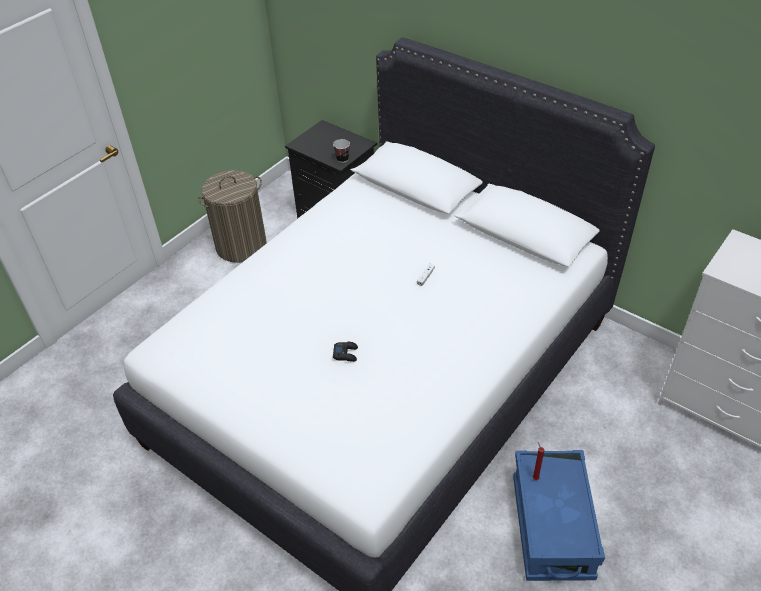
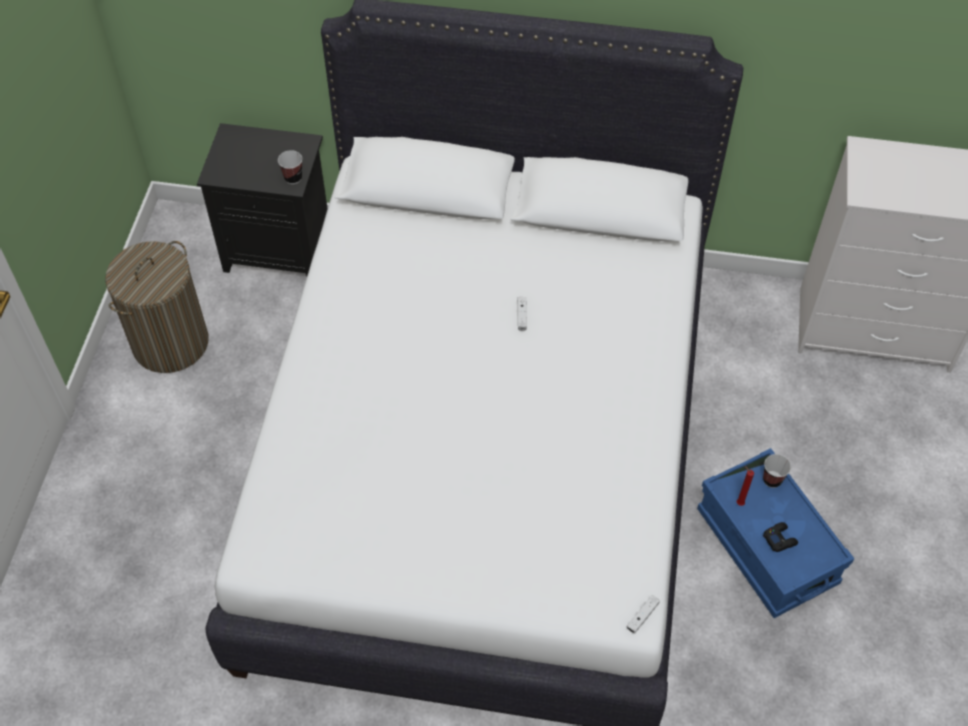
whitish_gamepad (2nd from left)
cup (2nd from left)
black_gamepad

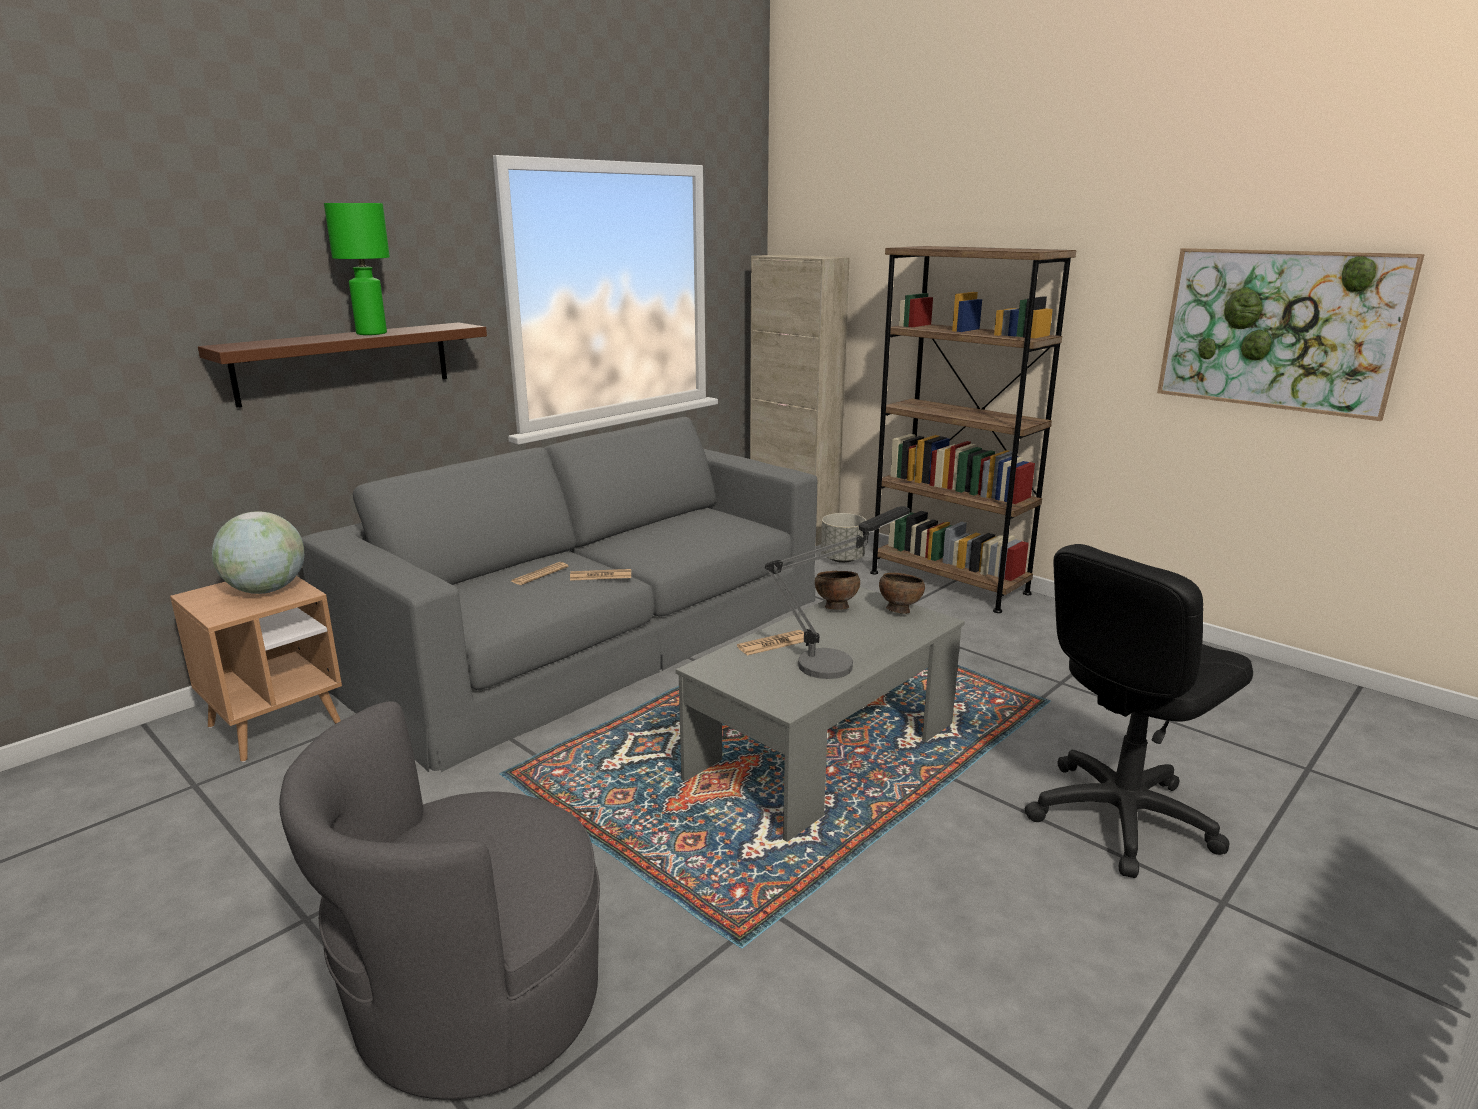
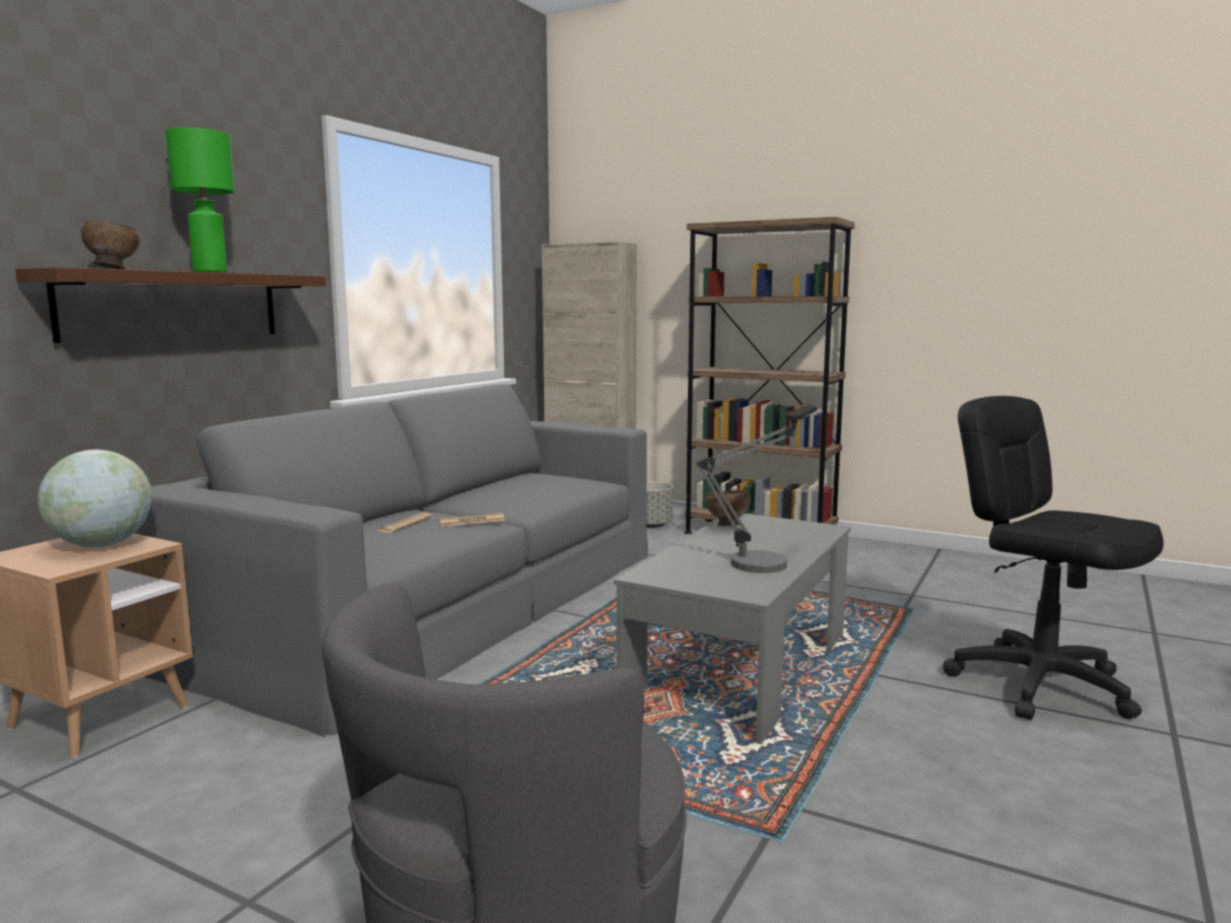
printed_paper (3rd from left in the first image)
wall_art
brown-coloured_serving_bowl (1st from left)
black_desk_chair

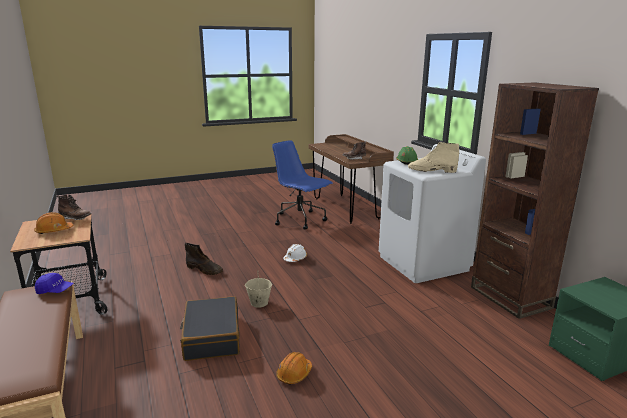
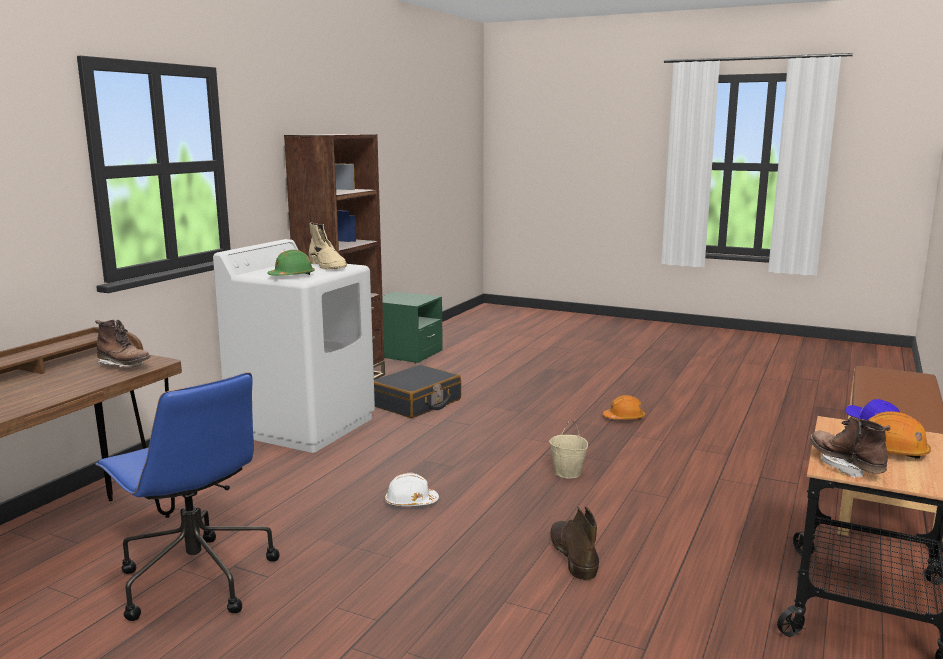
black_suitcase
blue_desk_chair

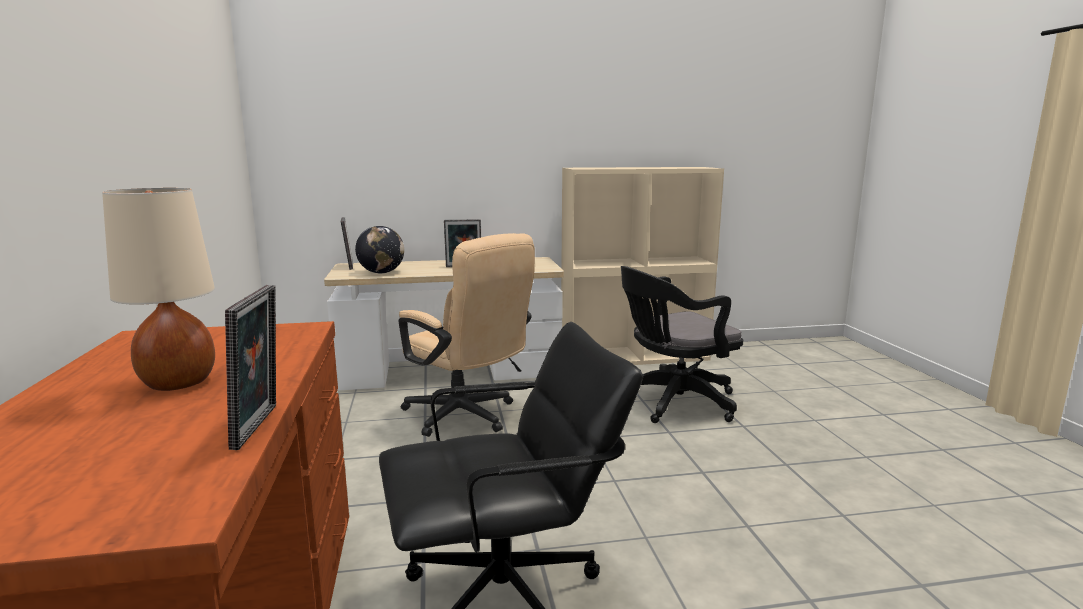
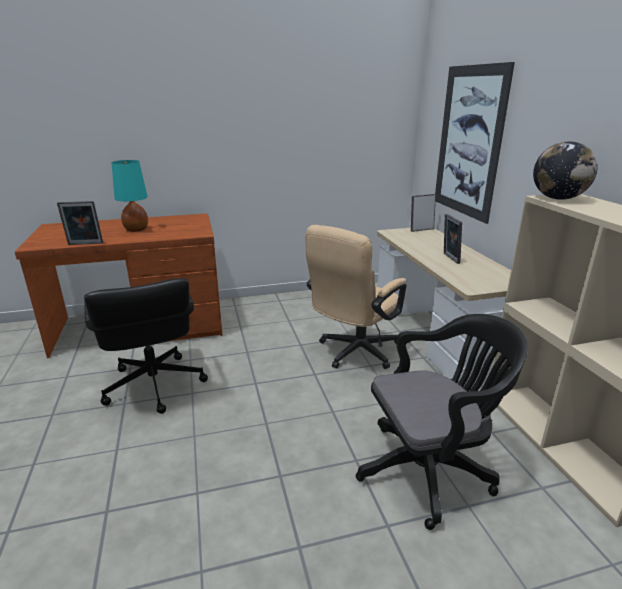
wall_art
desk_globe
turquoise_tabletop_lamp
black_desk_chair (2nd from left)

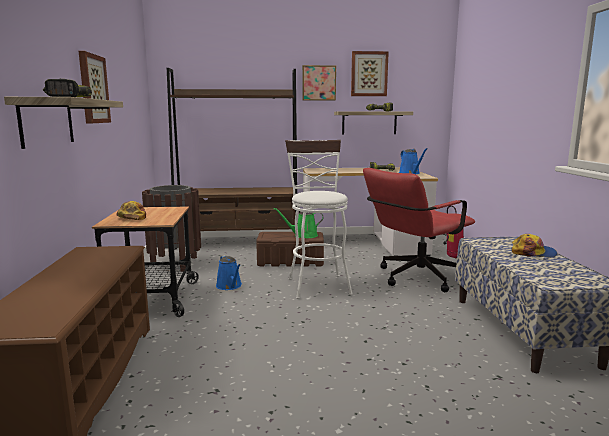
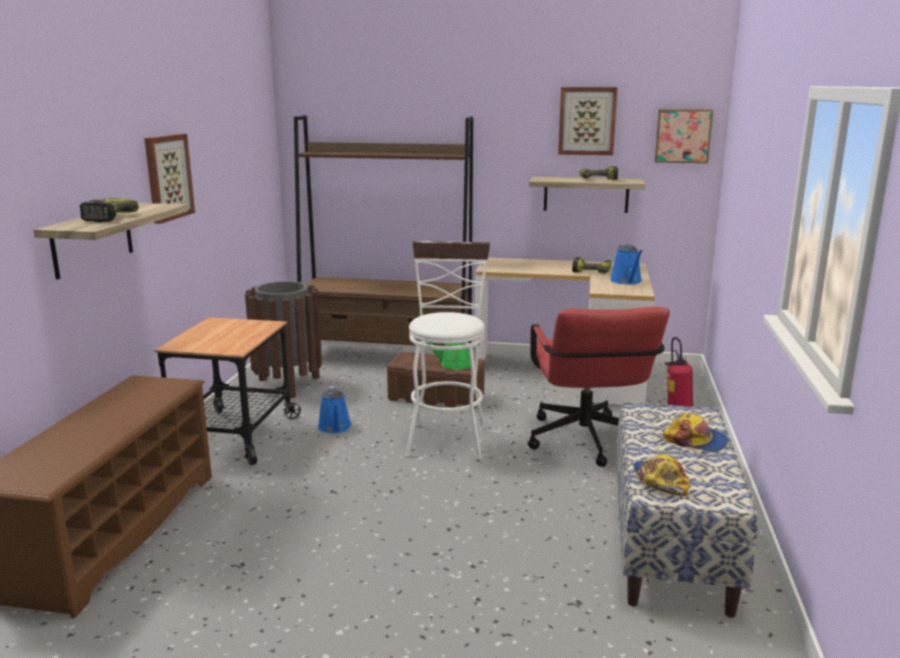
baseball_cap (1st from left)
wall_art (3rd from left)
red_desk_chair

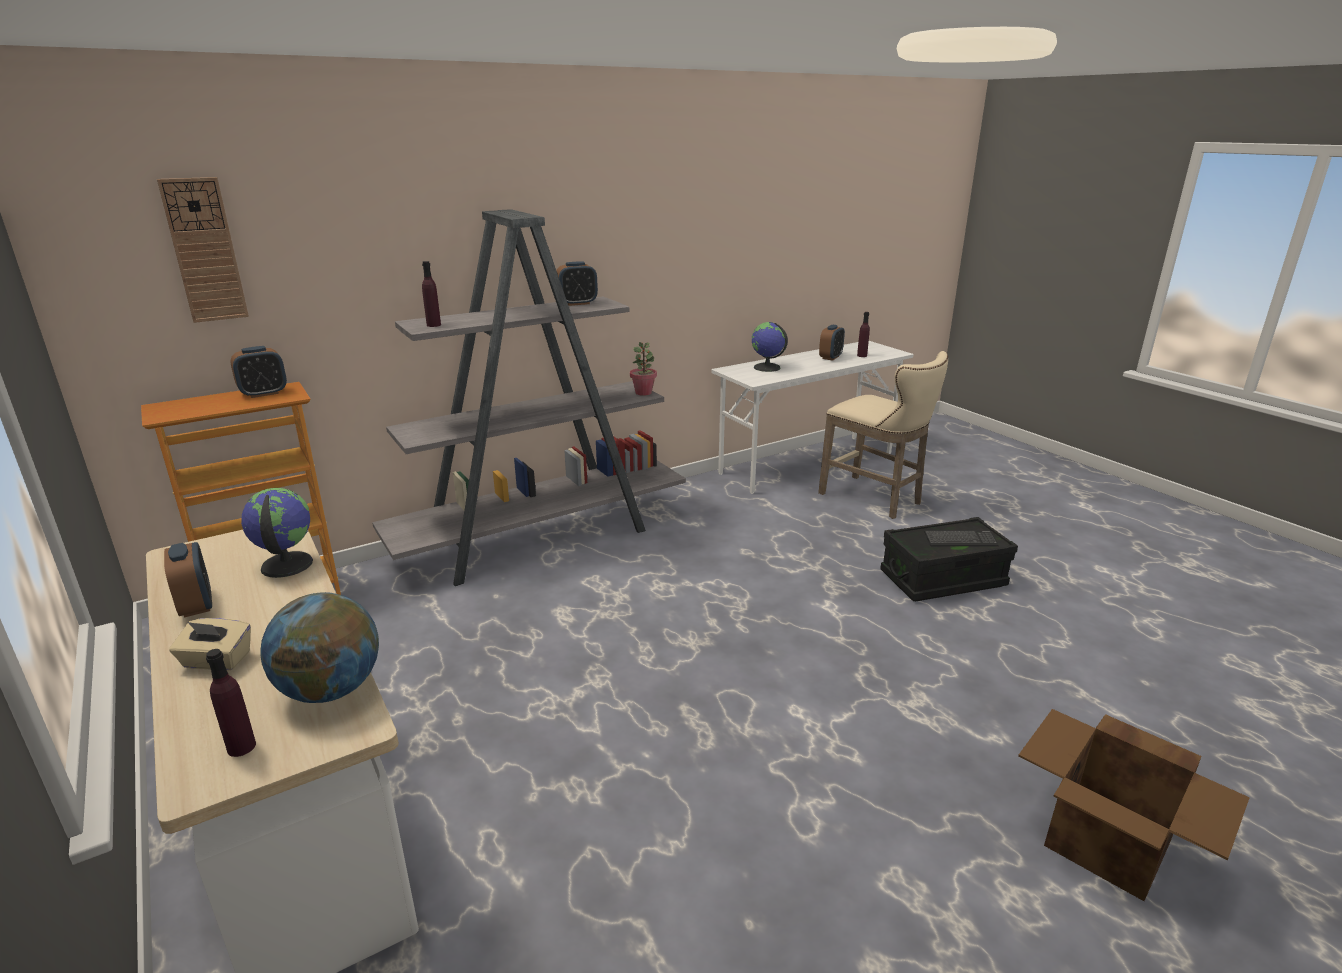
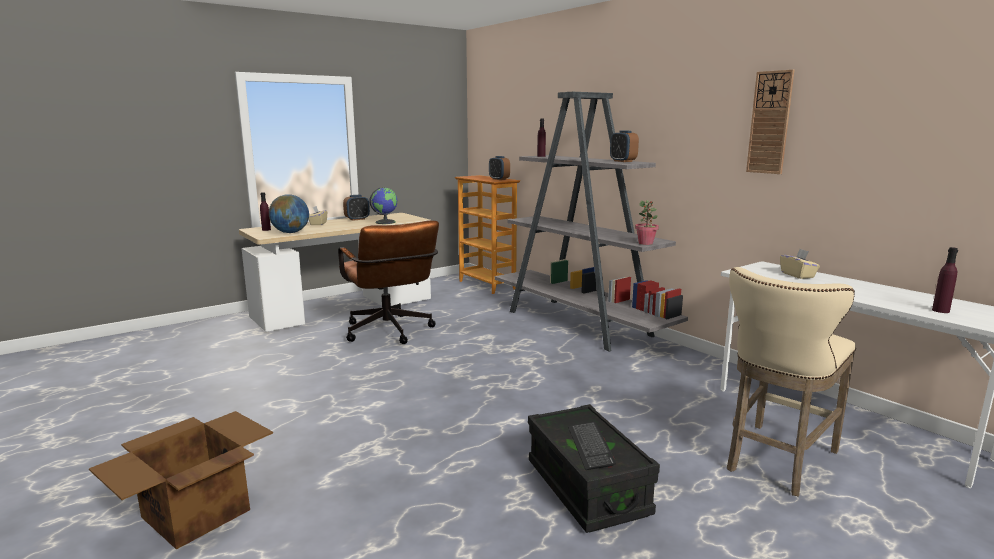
table_clock (4th from left in the first image)
brown-coloured_desk_chair
wall_clock
beige-coloured_tissue_holder (2nd from left)

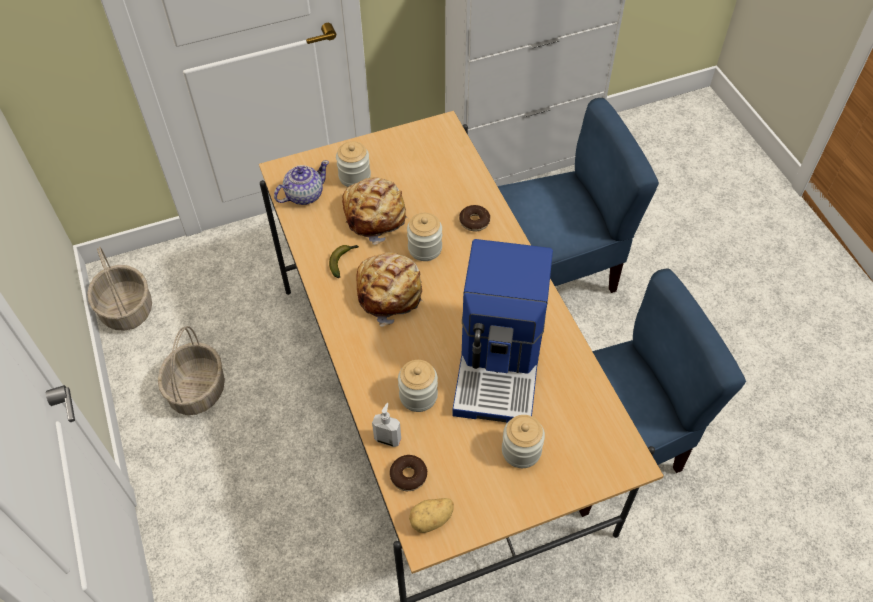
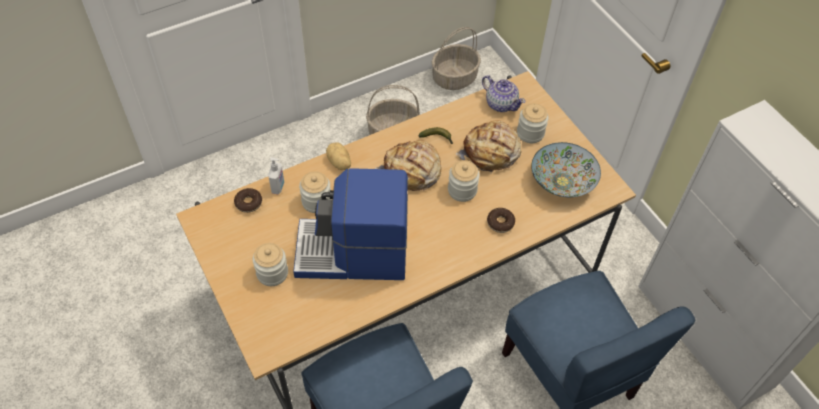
serving_bowl
whole_potato

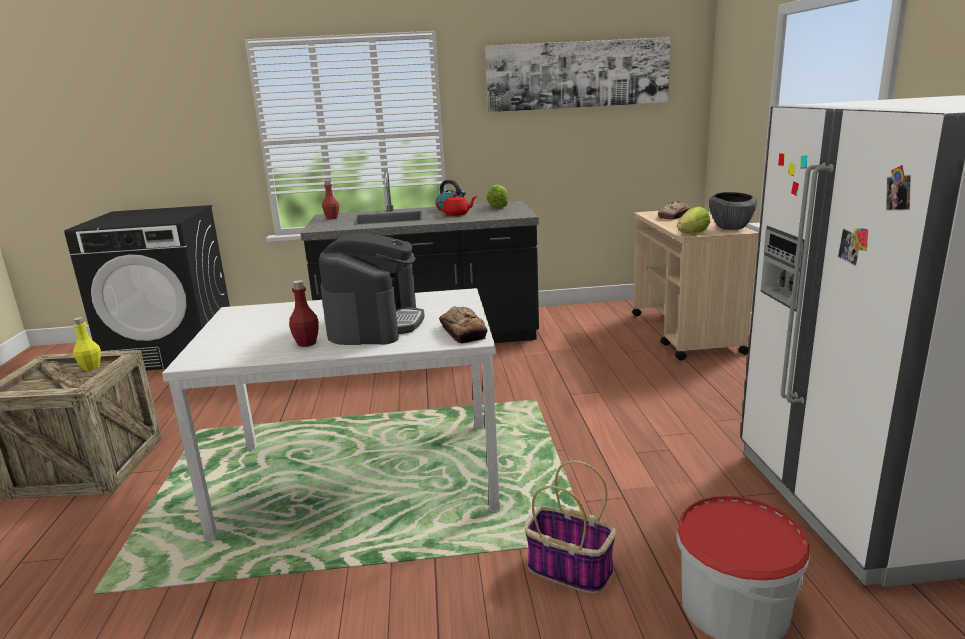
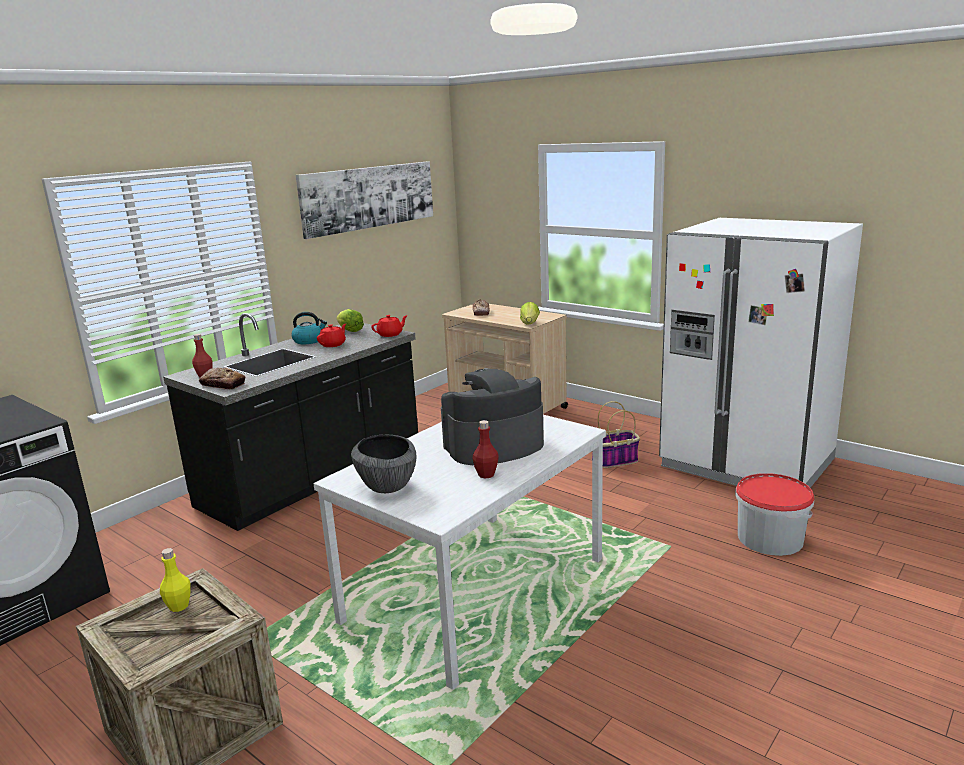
red_teapot (2nd from left)
bakery_bread (1st from left)
household_basket
serving_bowl
coffee_machine

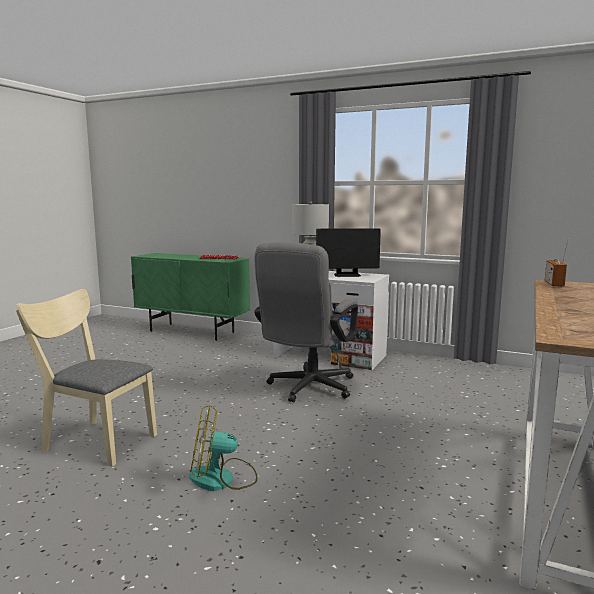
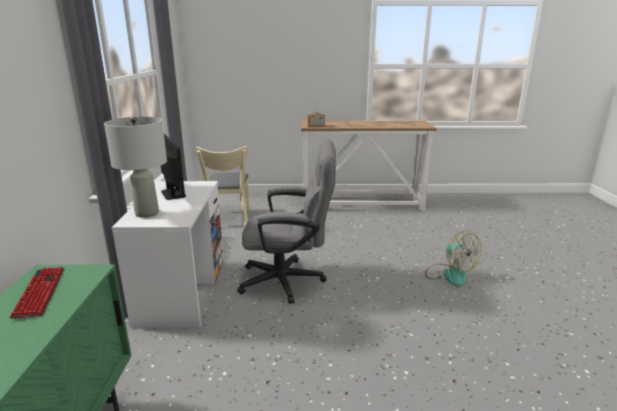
beige-coloured_chair

